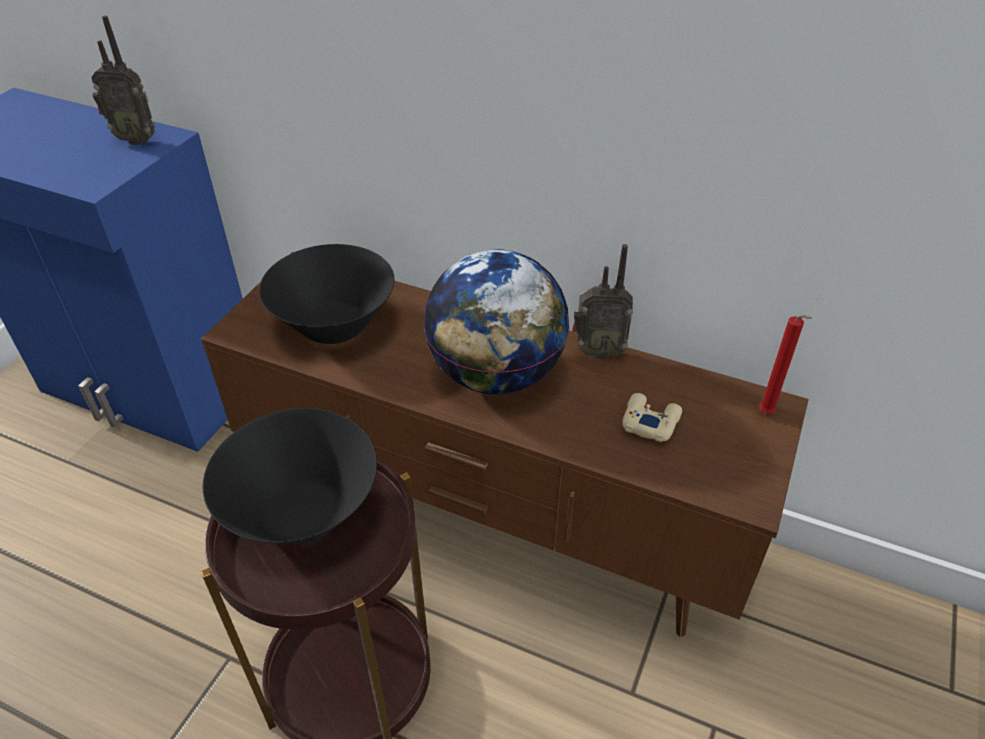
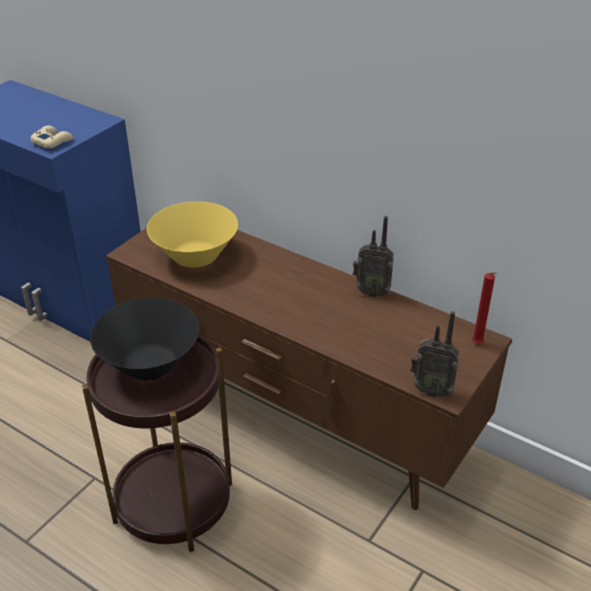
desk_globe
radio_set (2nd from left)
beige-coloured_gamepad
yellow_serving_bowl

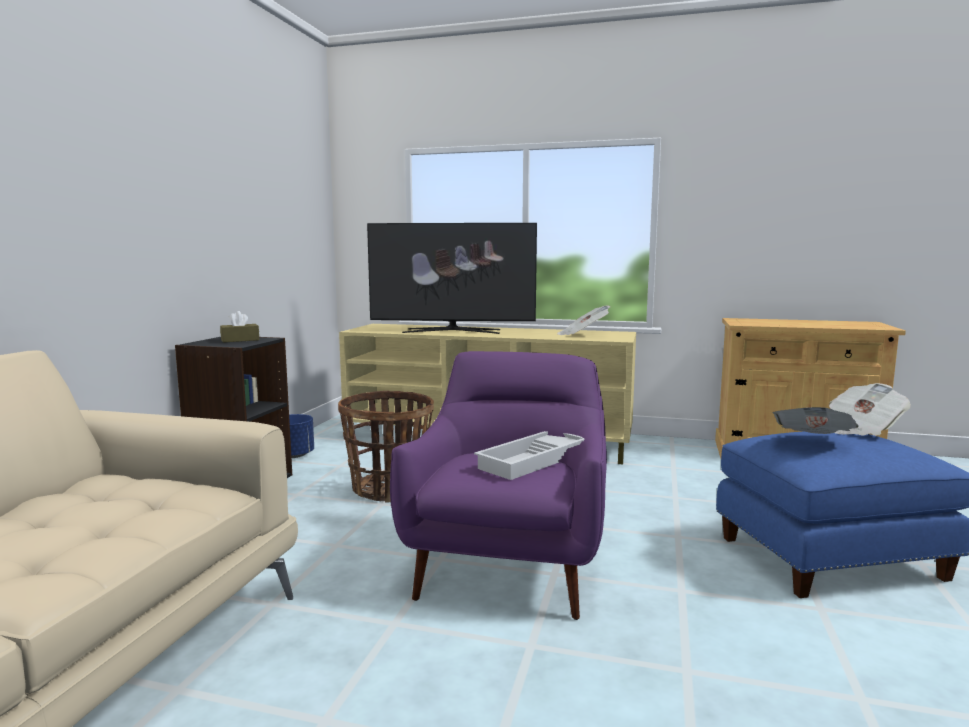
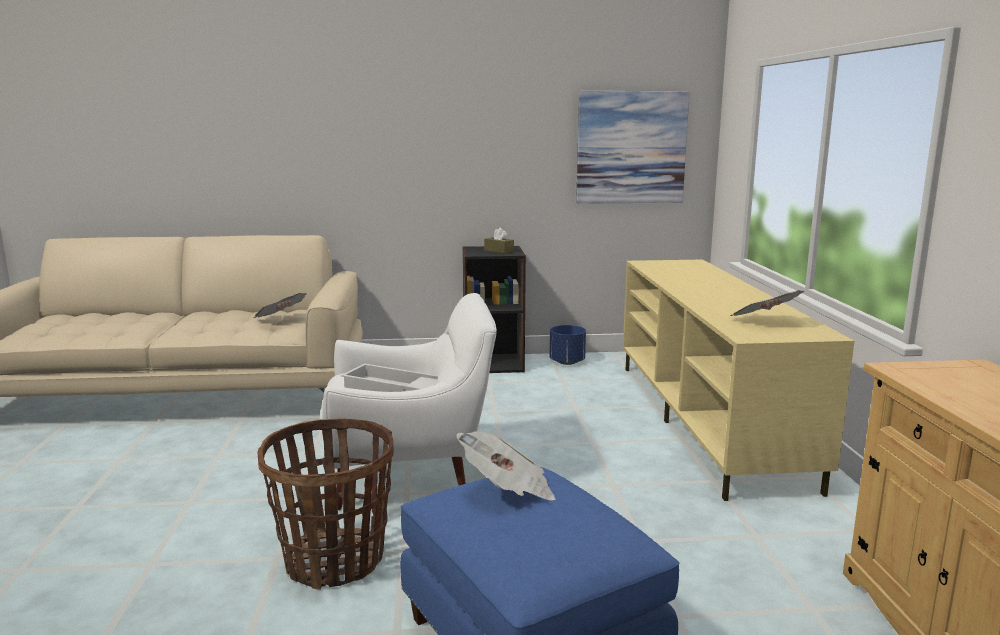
TV_set
wall_art
household_basket
printed_paper (1st from left)
whitish_armchair

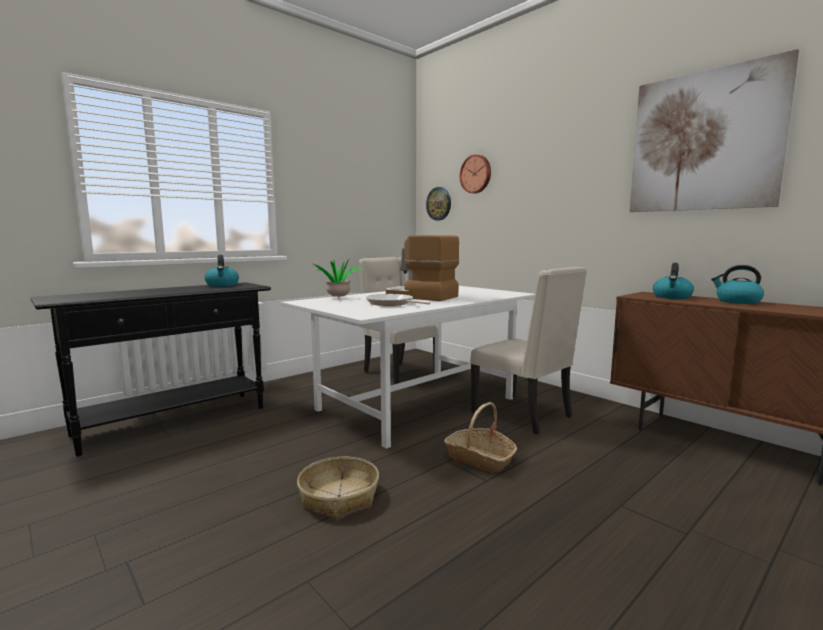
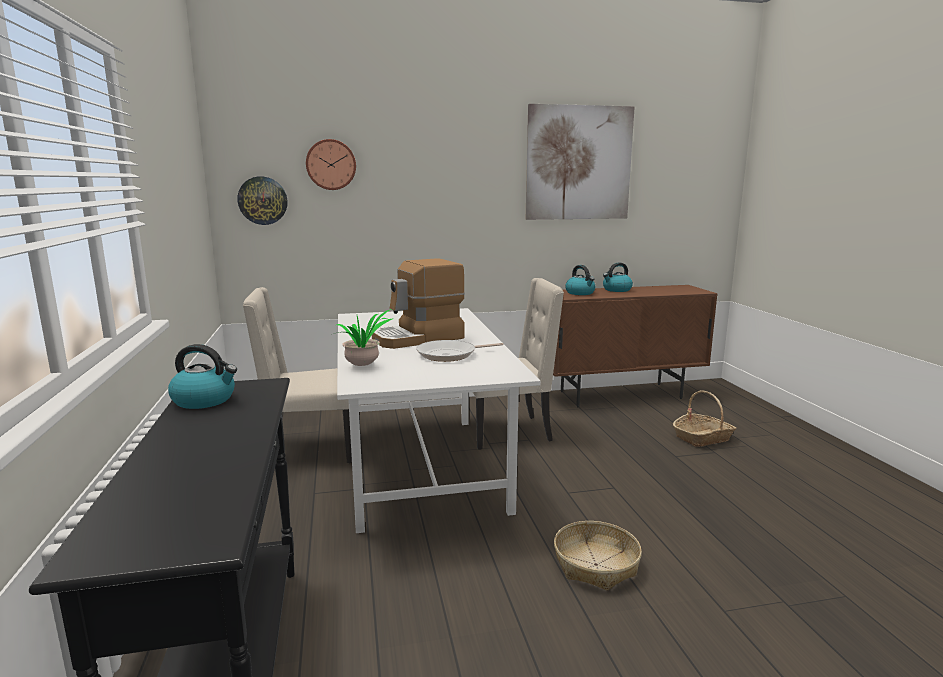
household_basket (2nd from left)

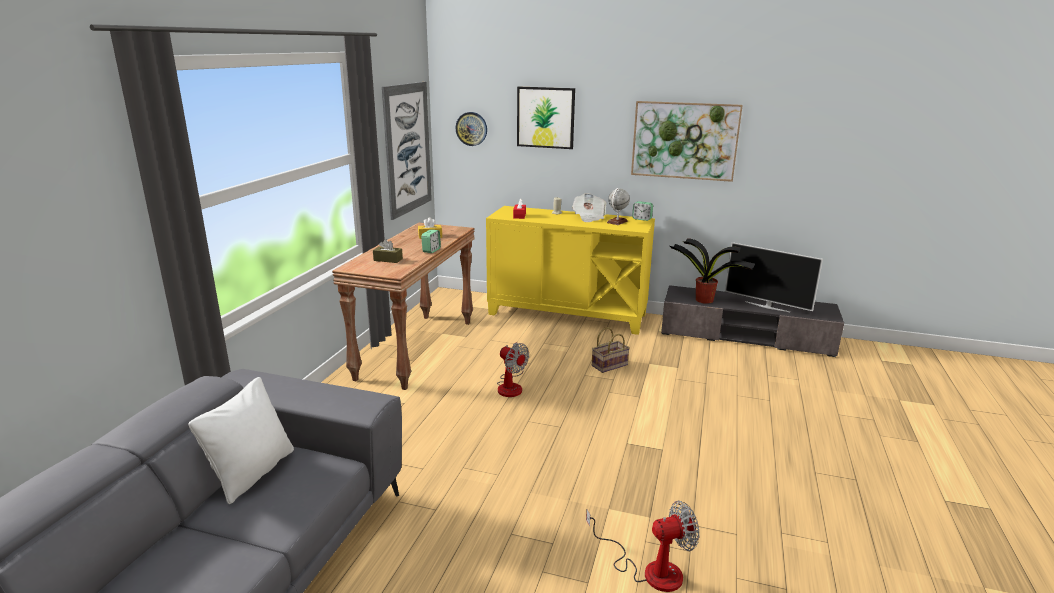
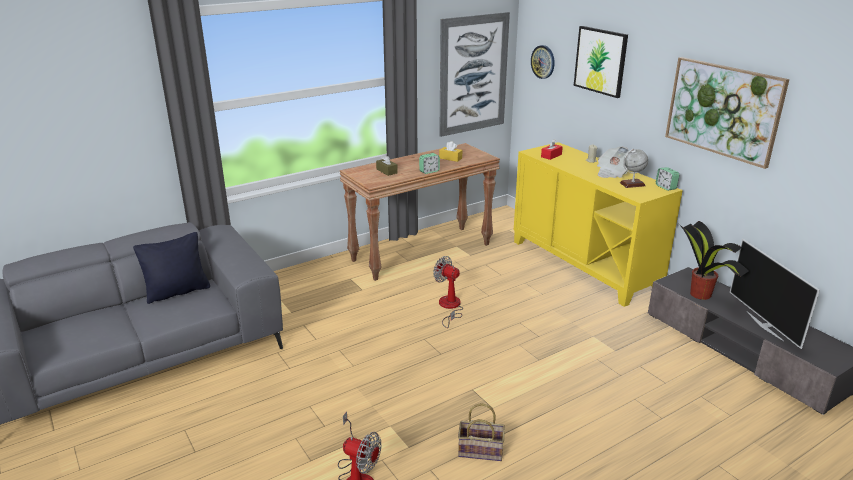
household_basket
black_pillow
electric_fan (2nd from left)

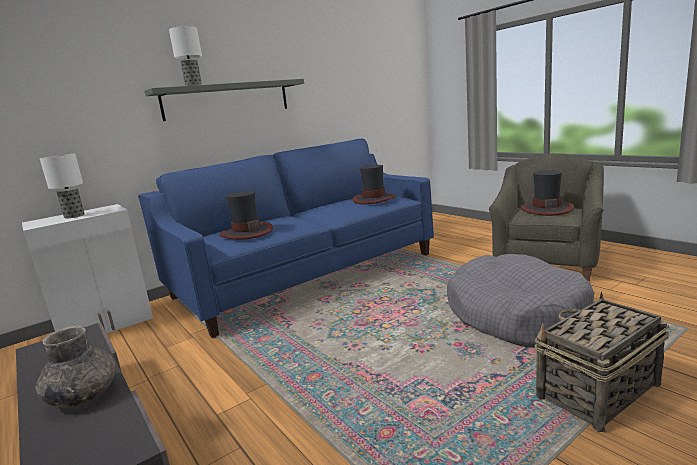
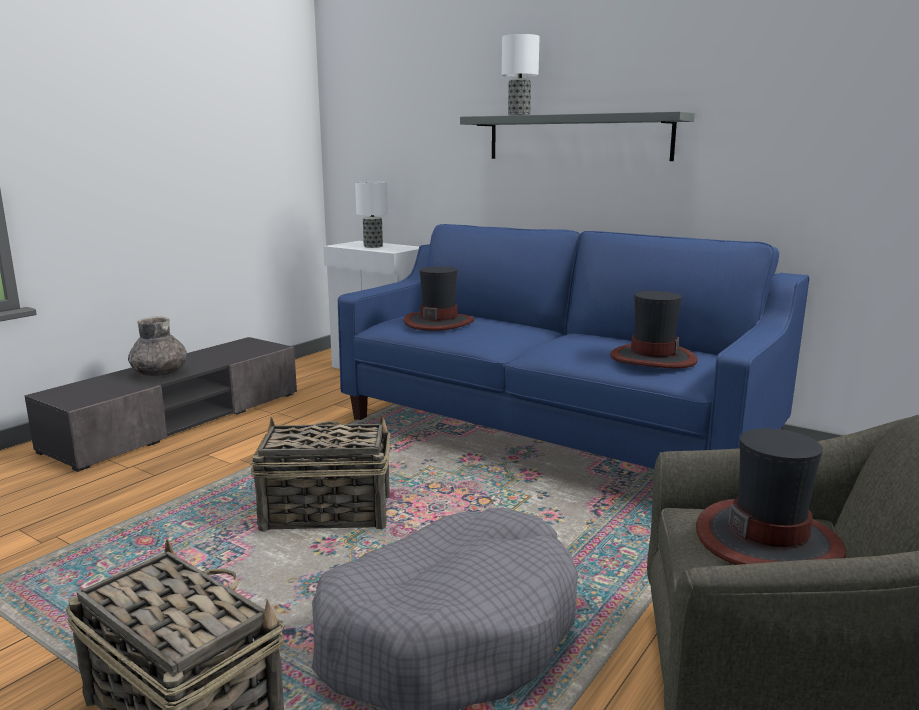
household_basket (2nd from left)

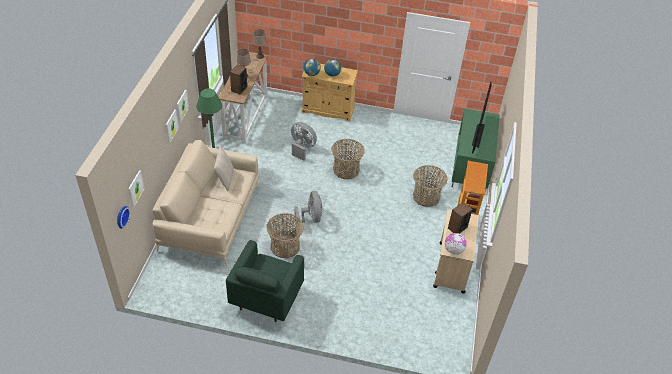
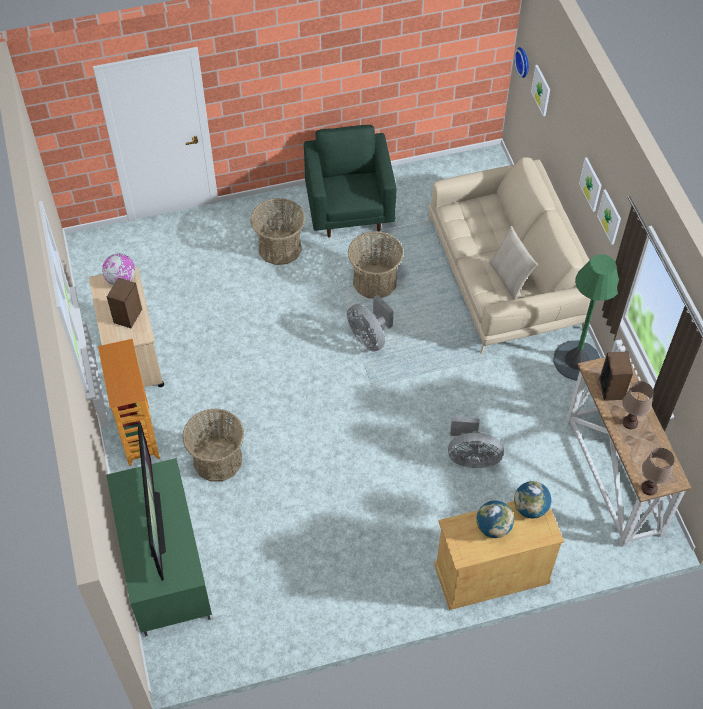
household_basket (2nd from left)

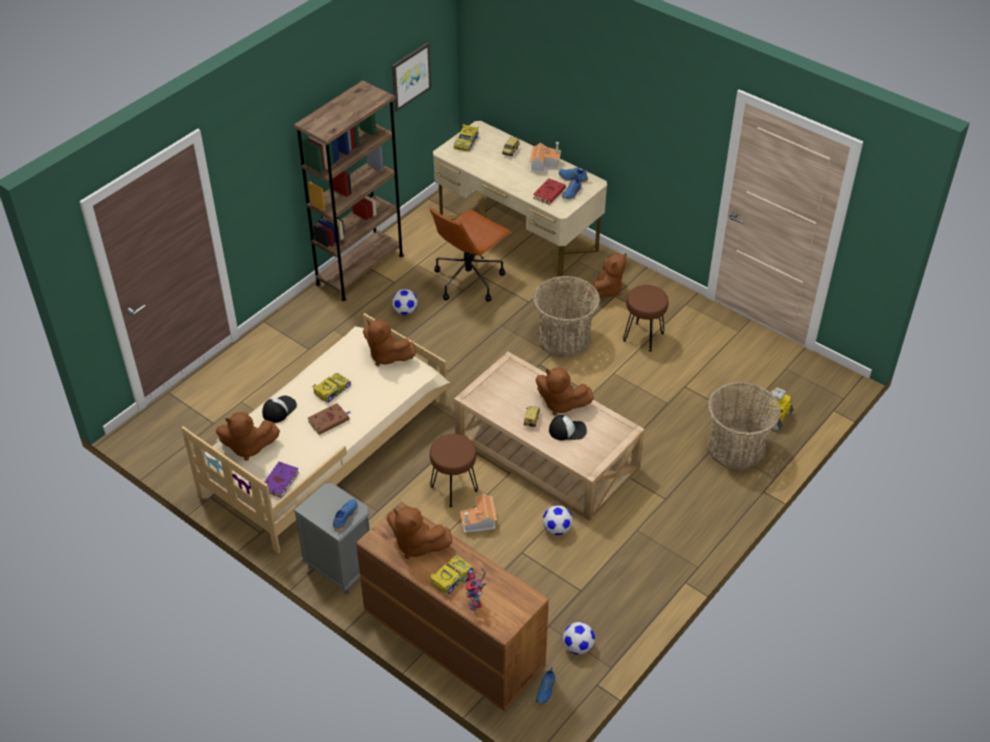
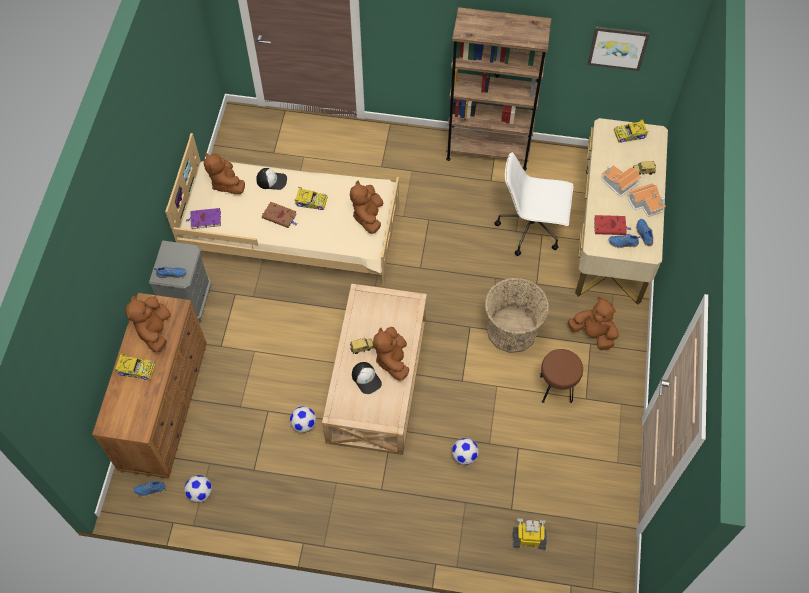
brown-coloured_stool_seat (1st from left in the first image)
toy_robot (1st from left in the first image)
household_basket (2nd from left in the first image)
football_ball (3rd from left)
miniature_house (1st from left)
whitish_desk_chair
brown-coloured_plush_toy (5th from left)

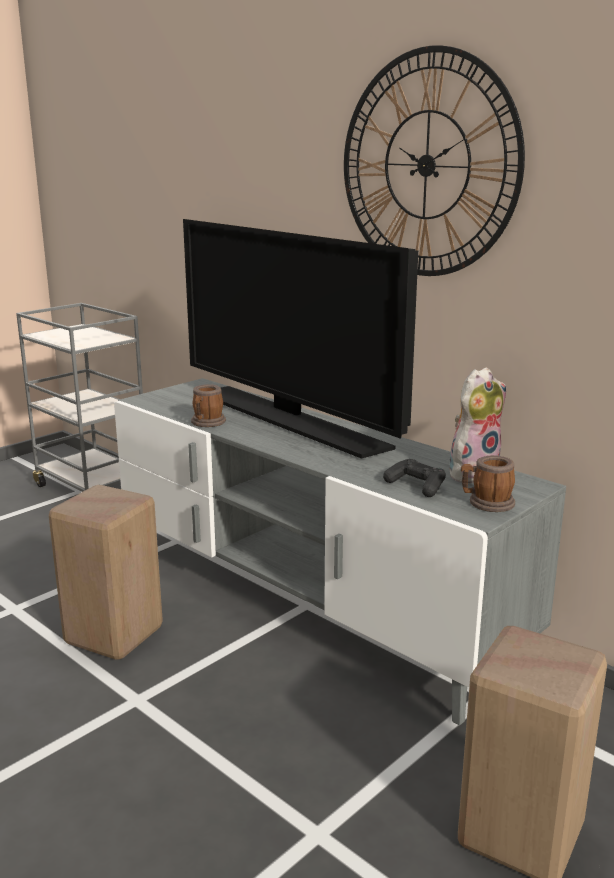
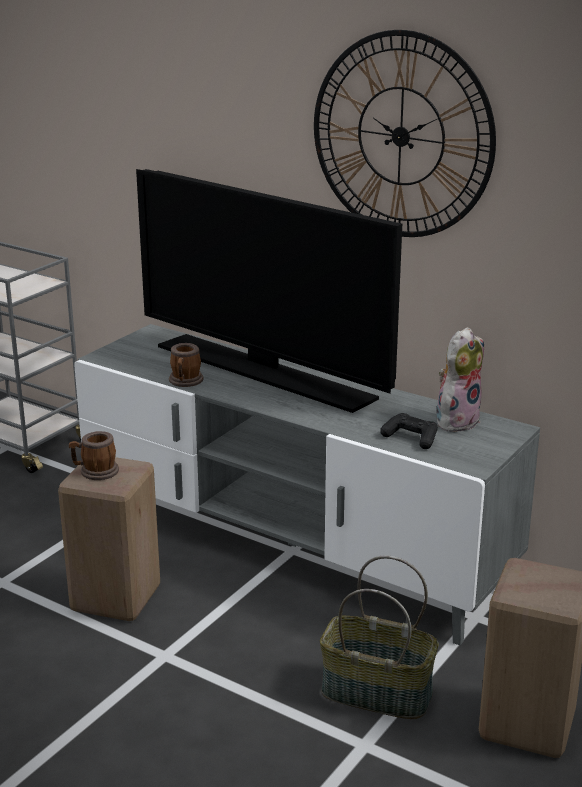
household_basket
coffee_mug (1st from left)

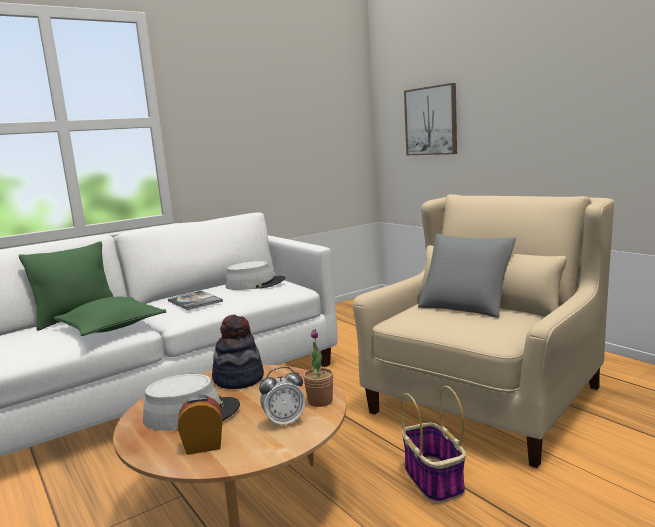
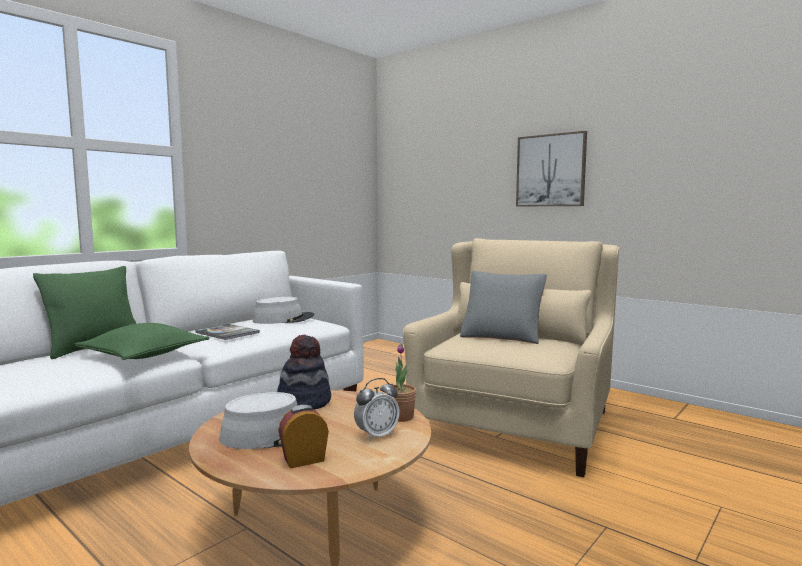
household_basket
wall_art

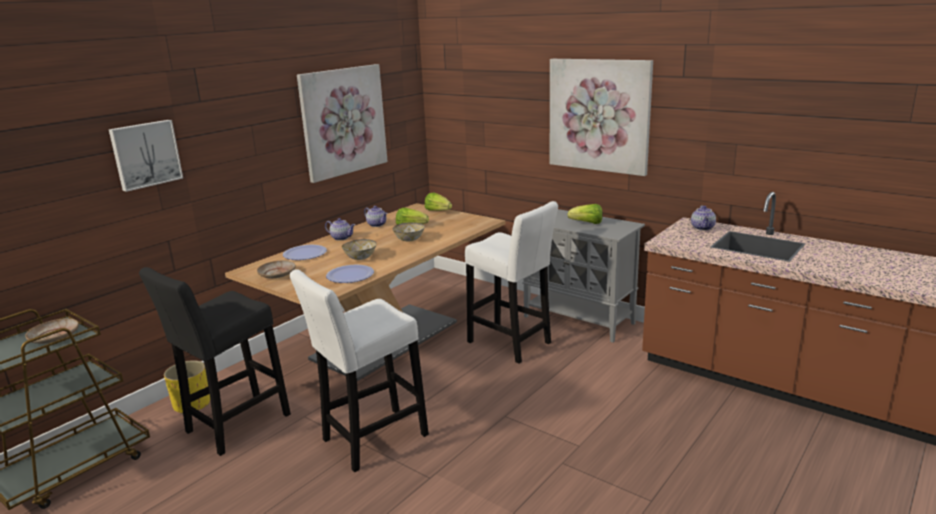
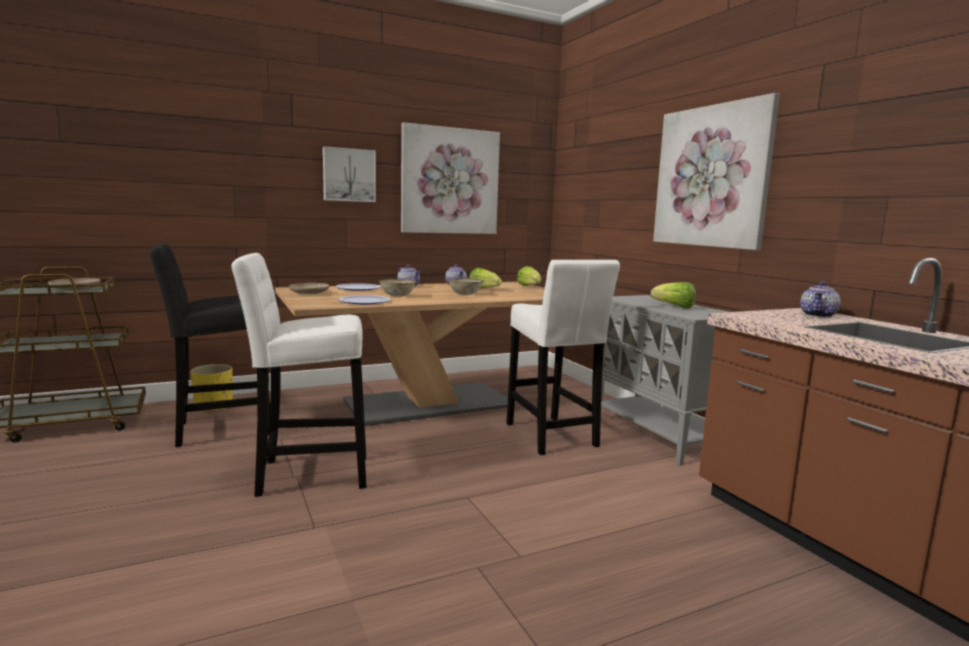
wall_art (1st from left)

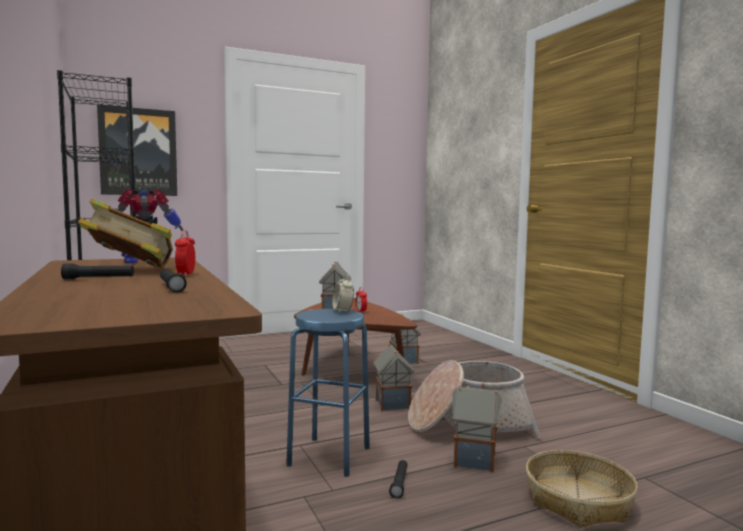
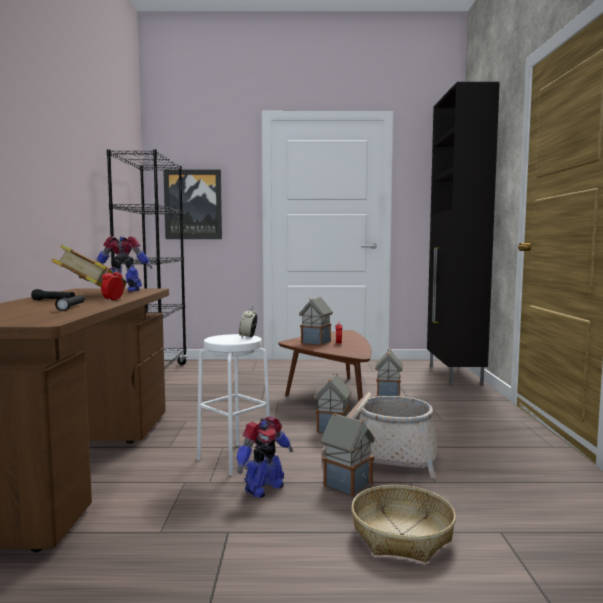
black_cupboard
toy_robot (2nd from left)
whitish_stool_seat

